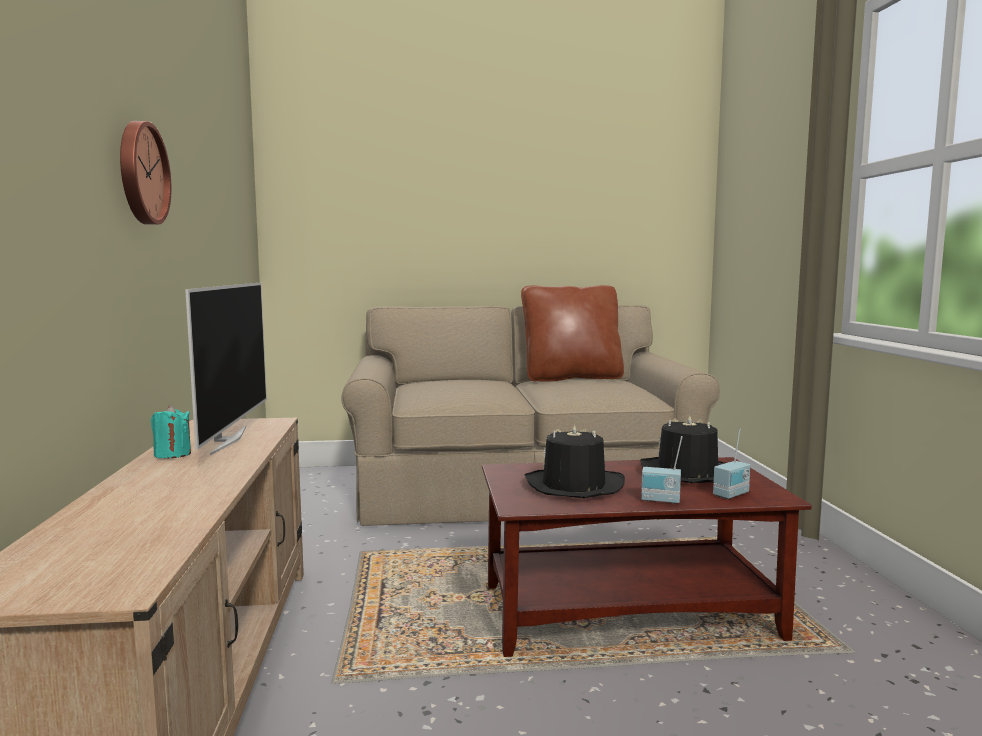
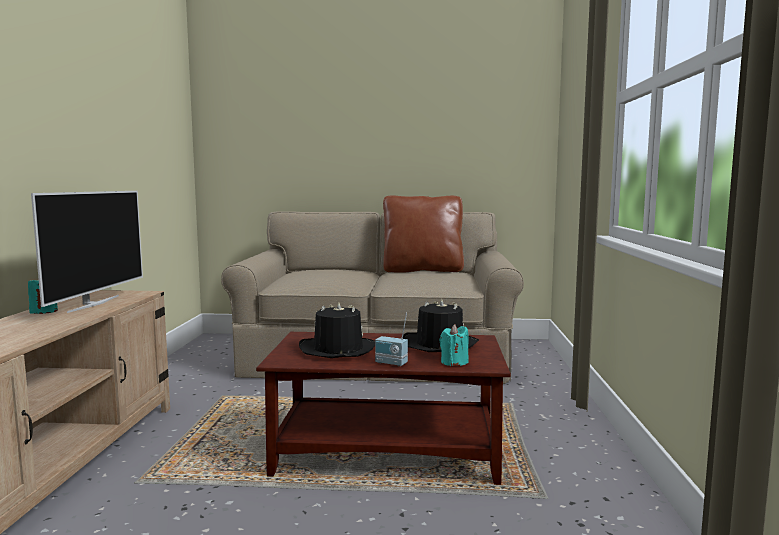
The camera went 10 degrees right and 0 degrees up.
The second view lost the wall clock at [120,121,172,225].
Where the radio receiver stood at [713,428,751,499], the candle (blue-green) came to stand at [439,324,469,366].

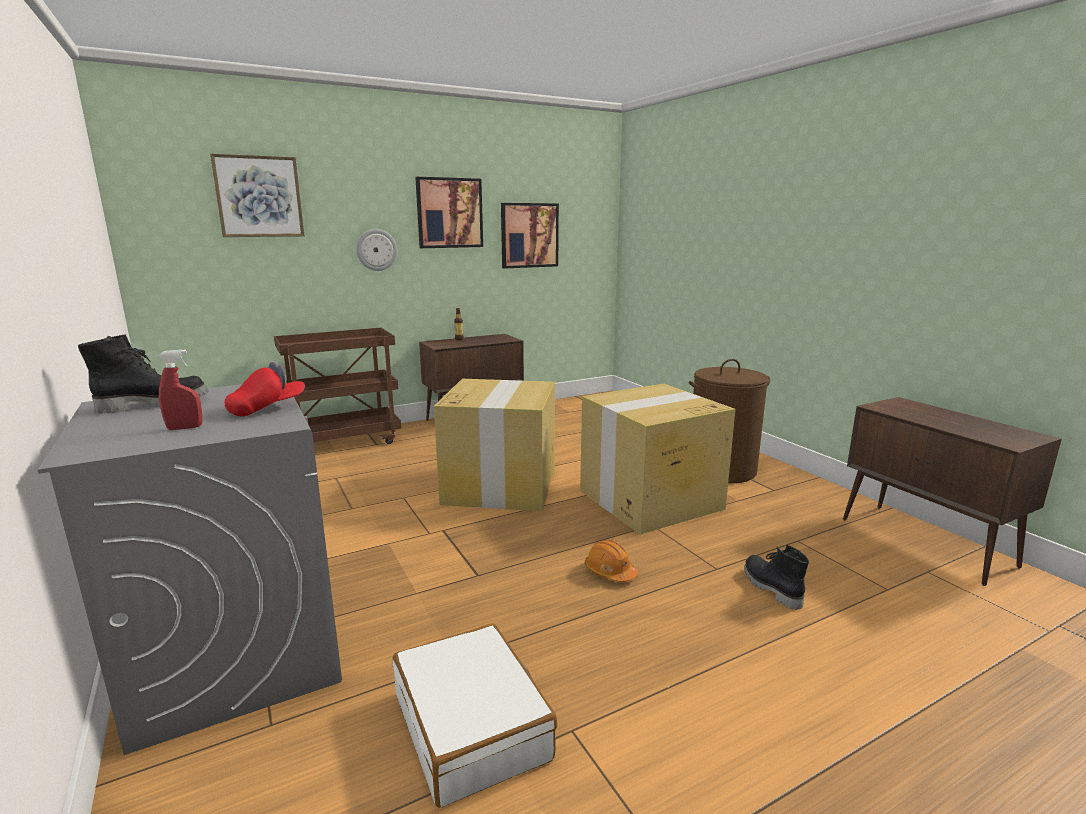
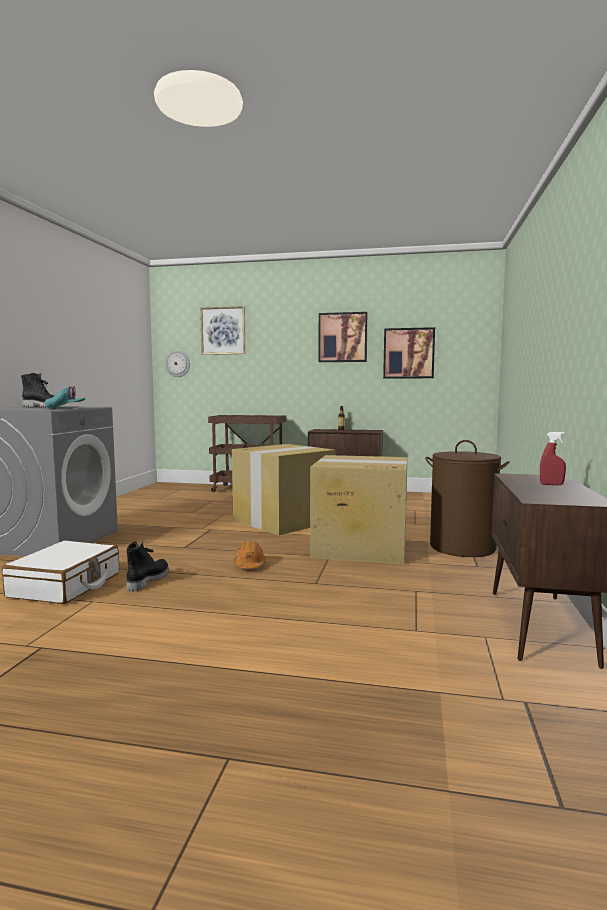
The camera went 40 degrees right and 10 degrees down.
The sprayer (red) ended up elsewhere, having gone from [158,350,202,430] to [540,432,566,485].
What was the cap (red) at [225,362,305,416] turned into the cap (blue-green) at [45,386,86,409].
The wall clock ended up elsewhere, having gone from [356,229,397,271] to [165,350,190,377].
The high-top boot (black) ended up elsewhere, having gone from [744,545,809,610] to [126,541,169,592].

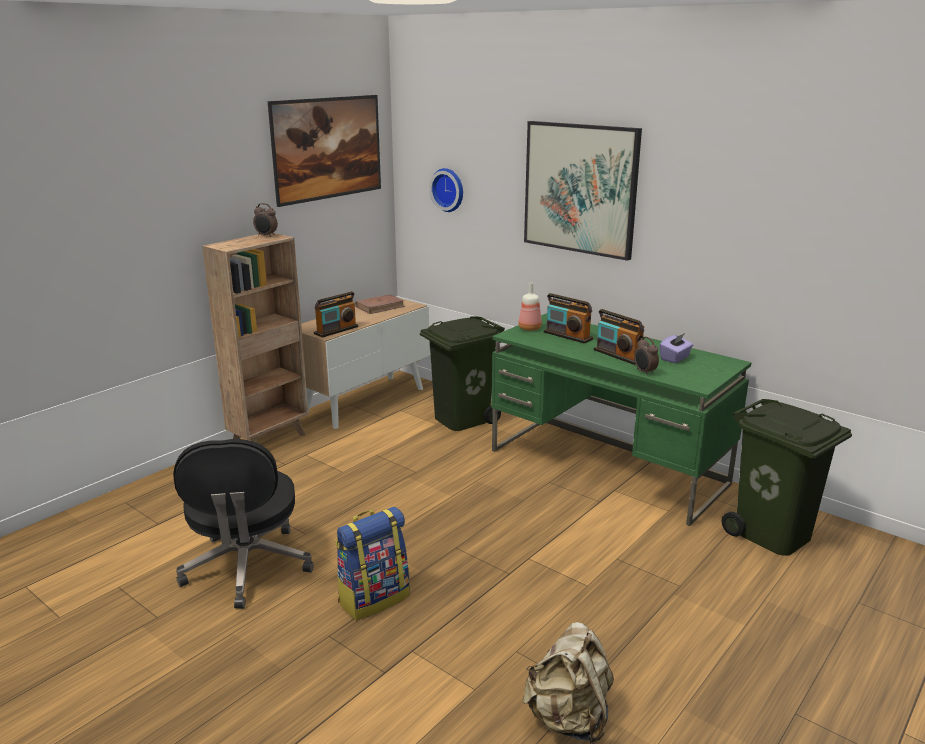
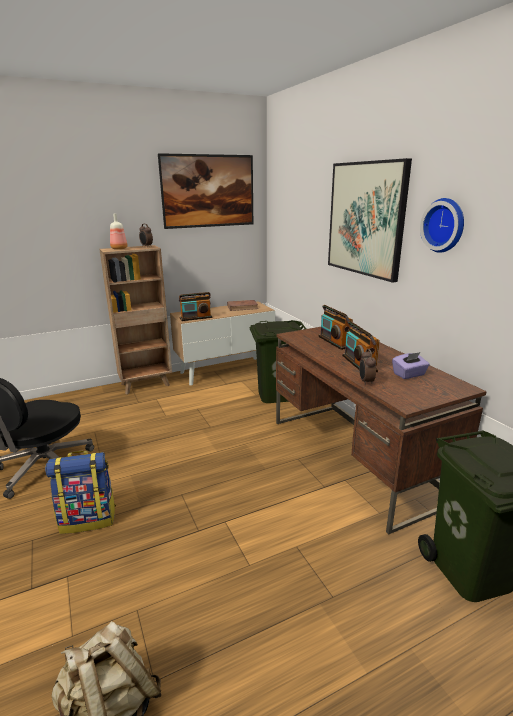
The camera went 25 degrees right and 0 degrees up.
The wall clock ended up elsewhere, having gone from [429,168,463,212] to [420,198,464,253].
What was the desk unit (greenish) at [492,313,752,526] turned into the desk unit (brown) at [276,327,487,535].
The beverage bottle ended up elsewhere, having gone from [519,282,542,331] to [110,213,128,250].

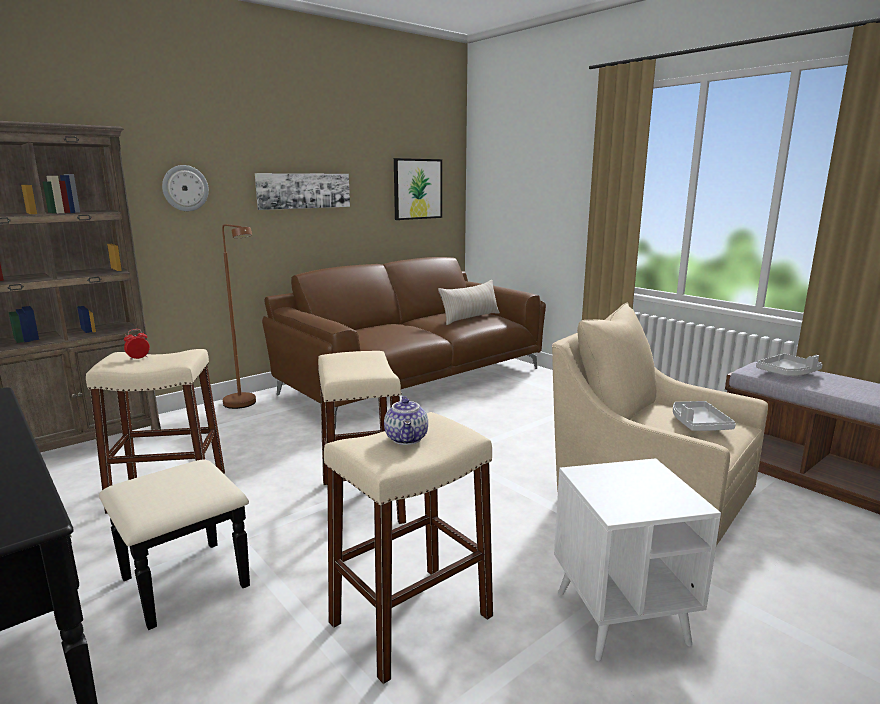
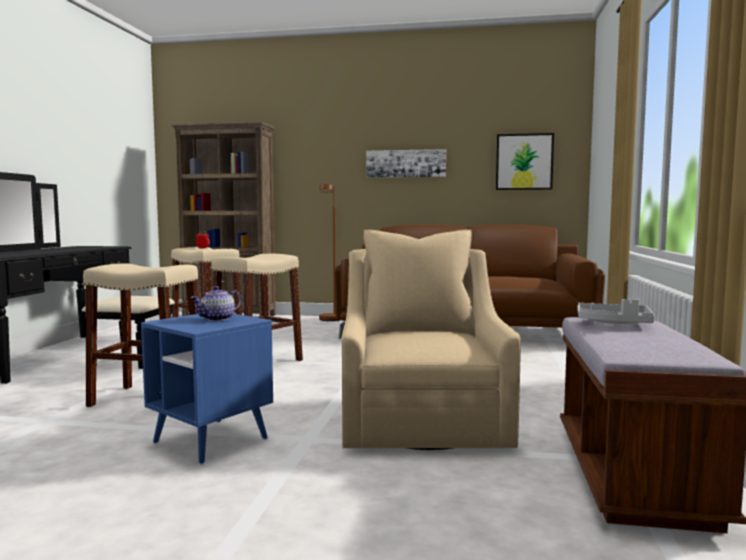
The camera went 50 degrees right and 10 degrees down.
The second view lost the wall clock at [162,165,209,211].
The pot for tea ended up elsewhere, having gone from [384,396,428,445] to [191,286,242,321].
The second view lost the pillow (beige) at [438,280,500,325].
What was the accent table (white) at [554,458,721,661] turned into the accent table (blue-coloured) at [141,314,273,464].
The second view lost the carrying tray (greyish) at [673,401,736,431].

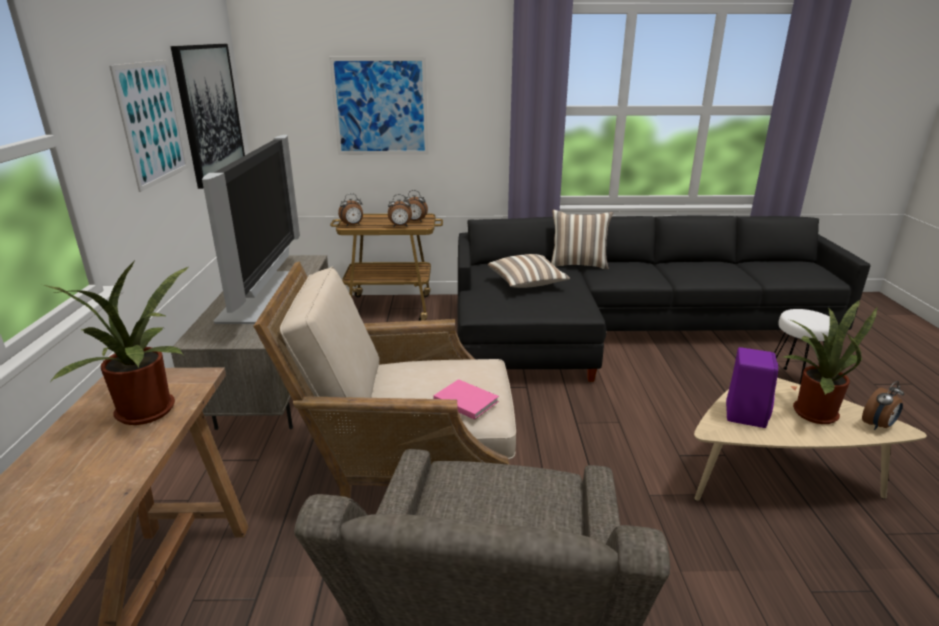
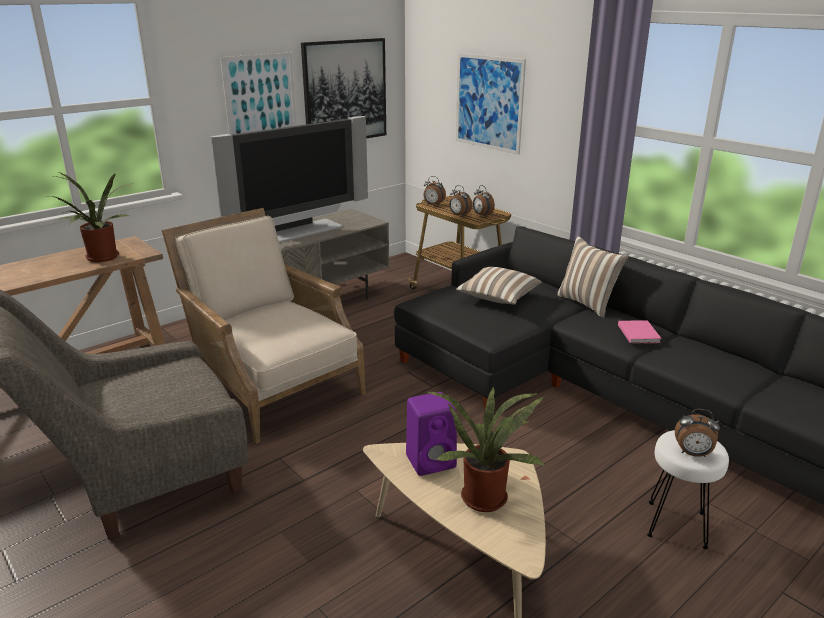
The camera went 50 degrees right and 0 degrees up.
The volume (pink) ended up elsewhere, having gone from [434,379,499,420] to [618,320,662,344].
The alarm clock ended up elsewhere, having gone from [862,381,904,430] to [675,409,720,457].

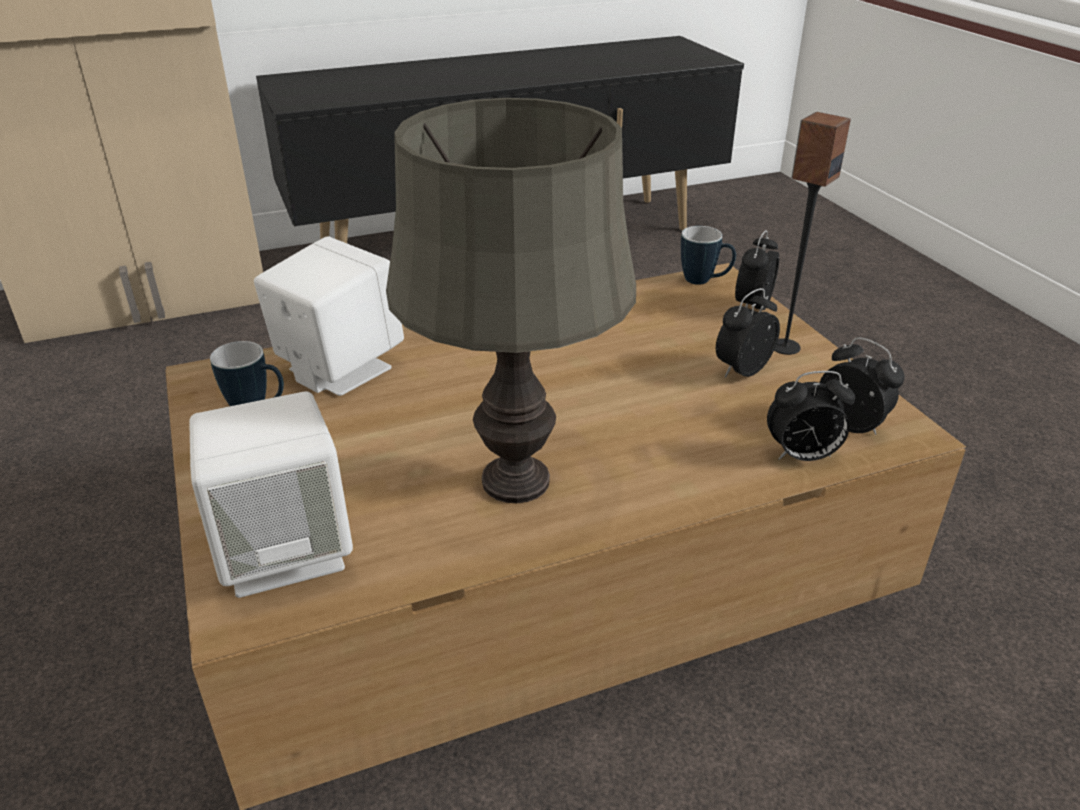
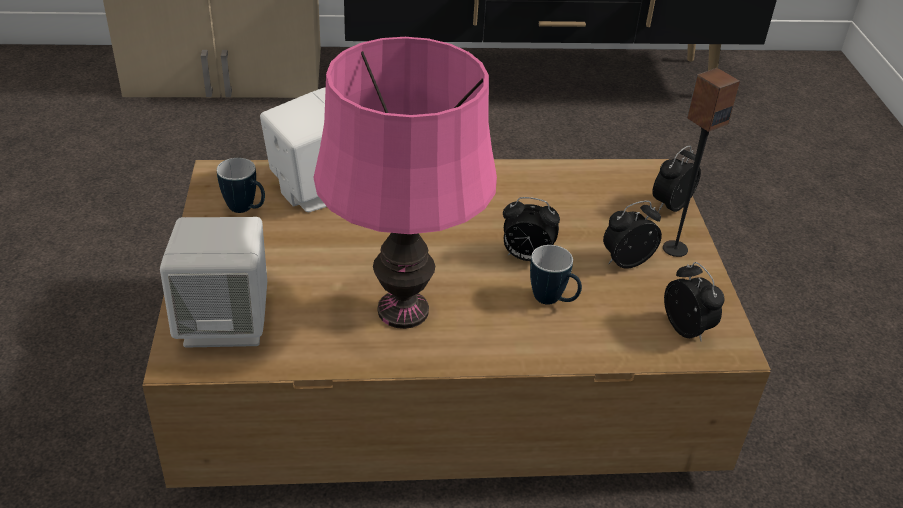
The camera went 15 degrees right and 5 degrees up.
What was the lamp for a table (greyish) at [386,98,636,503] turned into the lamp for a table (pink) at [313,37,497,329].
The coffee mug ended up elsewhere, having gone from [681,226,736,285] to [530,245,582,305].
The alarm clock ended up elsewhere, having gone from [767,371,855,461] to [503,197,560,261].

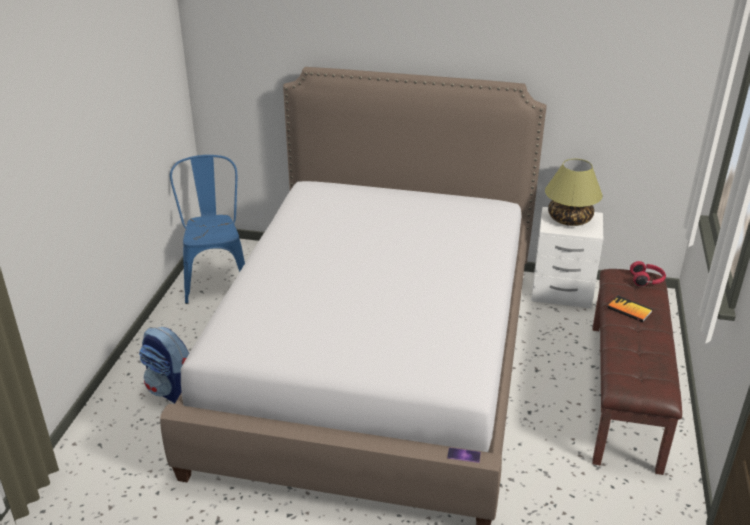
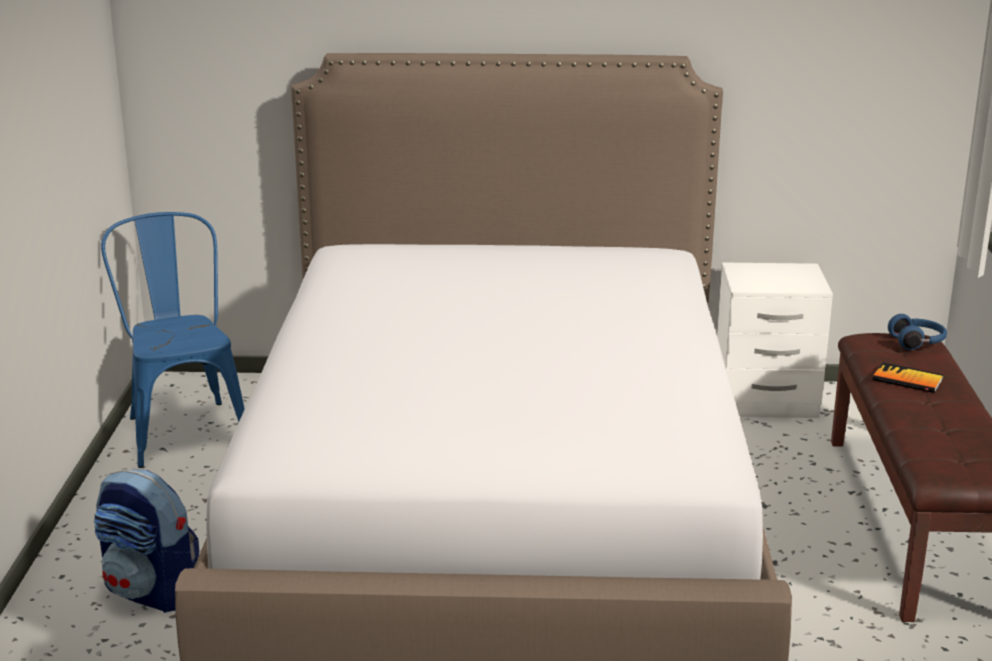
The camera went 10 degrees left and 10 degrees down.
The second view lost the handset at [447,447,481,463].
The second view lost the lamp for a table at [545,159,603,226].
What was the headset (red) at [630,261,666,286] turned into the headset (blue-coloured) at [888,314,947,350].

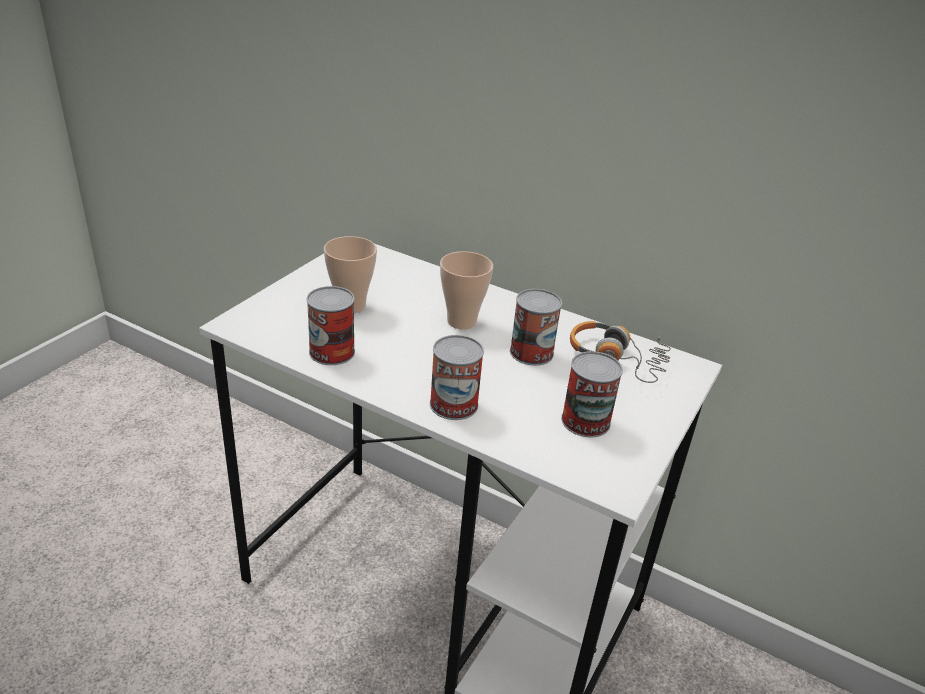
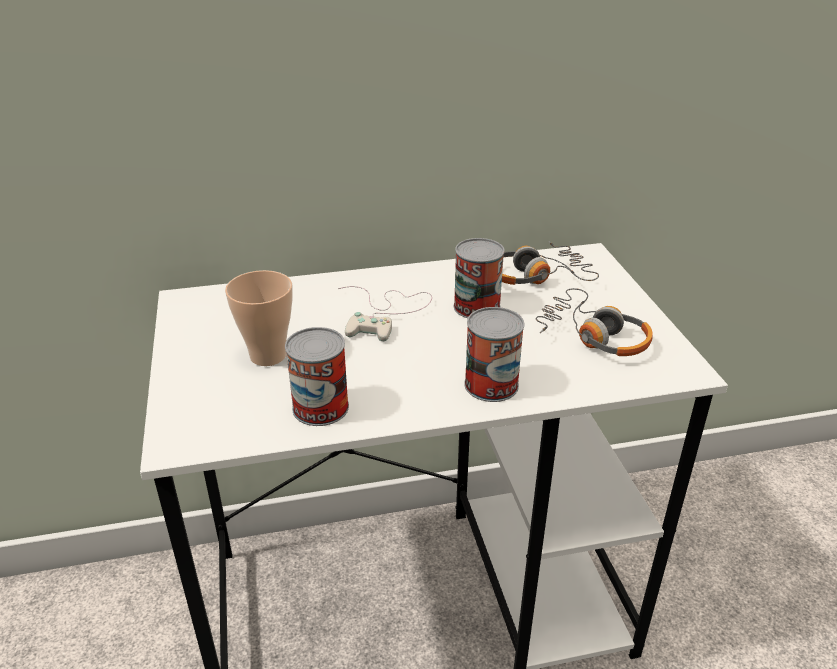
The camera went 40 degrees left and 0 degrees up.
Where the small cup stood at [440,251,493,330], the game controller (white) came to stand at [338,286,432,341].
Where the sealed can stood at [561,351,623,437], the headset came to stand at [536,288,653,356].

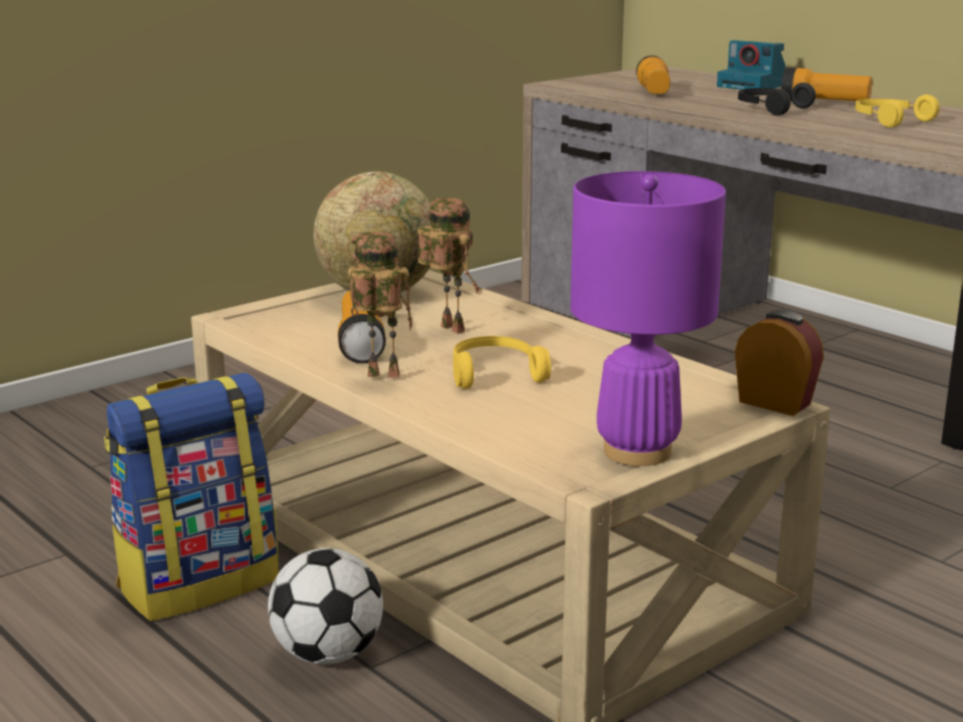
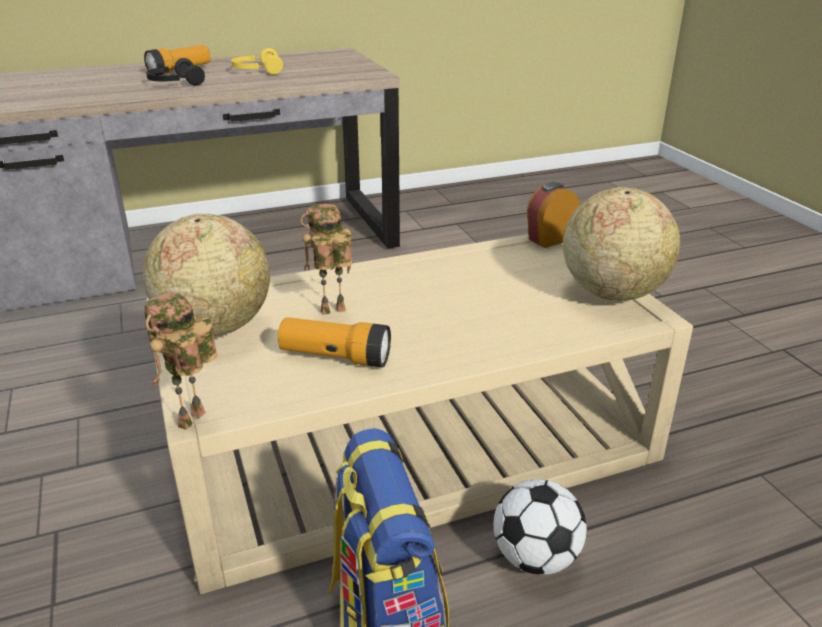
The camera went 70 degrees left and 10 degrees up.
The toy robot ended up elsewhere, having gone from [346,232,412,378] to [145,292,218,430].
The second view lost the headset (yellow) at [453,336,551,389].
Where the lamp for a table (purple) stood at [570,171,726,466], the globe came to stand at [563,187,680,301].
The second view lost the flashlight at [636,55,670,94].
The second view lost the photo camera at [717,40,785,90].

